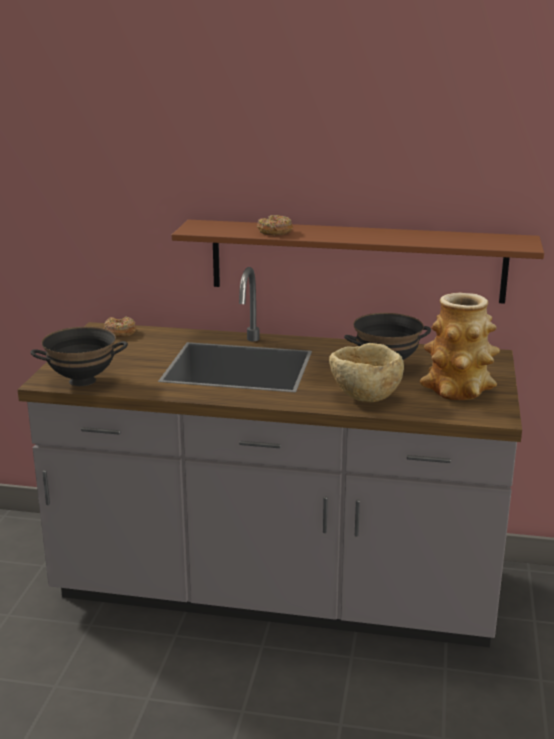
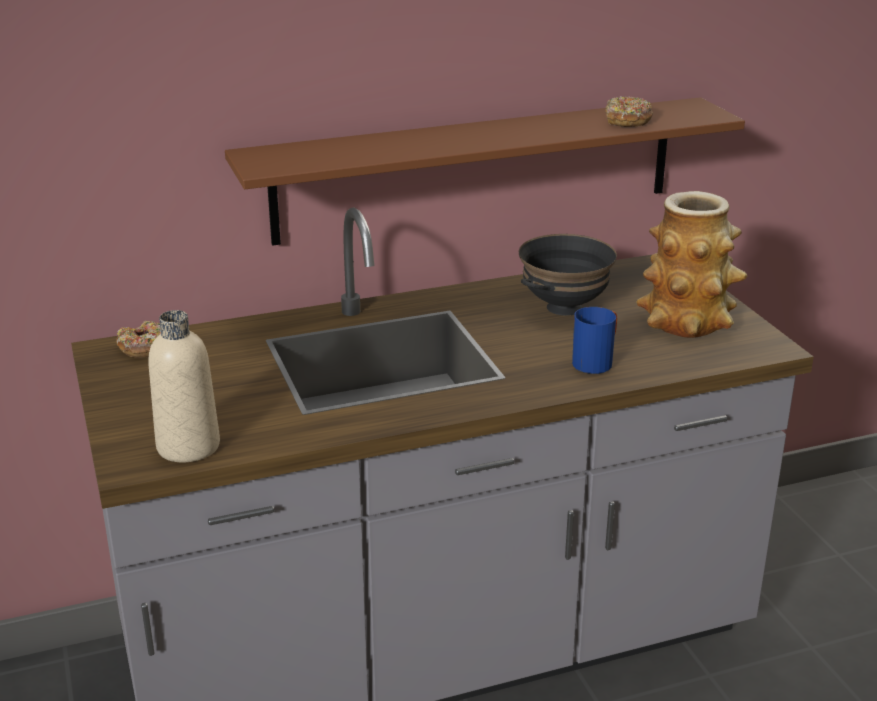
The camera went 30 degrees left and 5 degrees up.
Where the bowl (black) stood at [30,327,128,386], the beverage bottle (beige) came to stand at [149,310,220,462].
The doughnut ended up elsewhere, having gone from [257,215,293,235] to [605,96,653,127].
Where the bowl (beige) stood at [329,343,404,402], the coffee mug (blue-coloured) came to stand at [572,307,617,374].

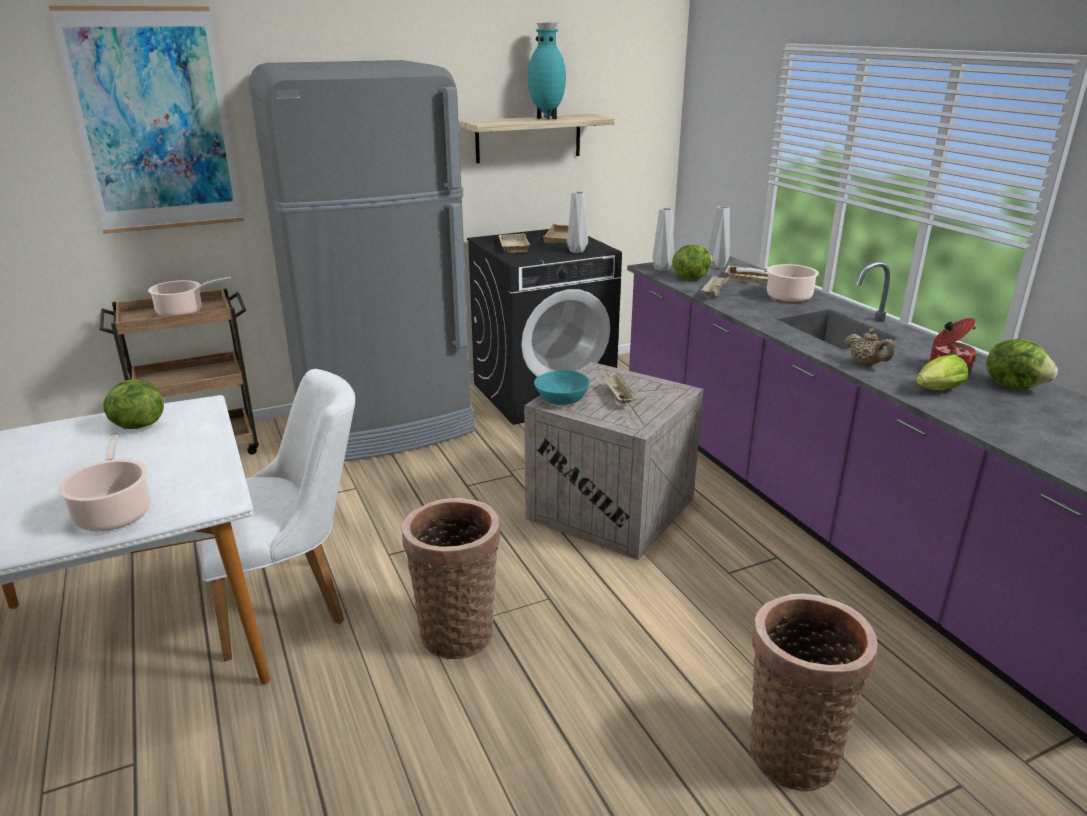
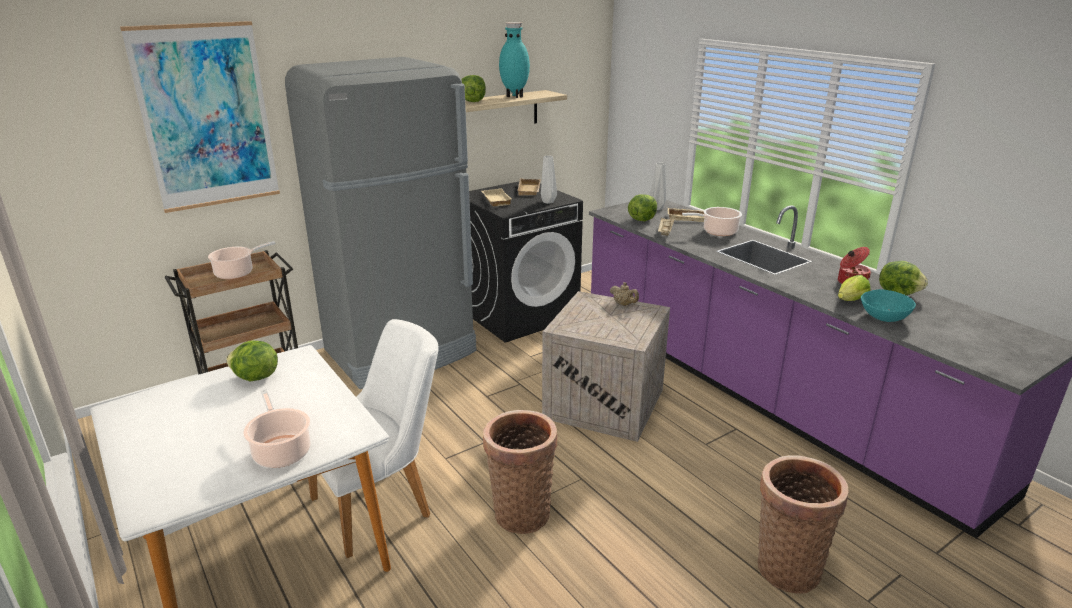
The camera went 10 degrees left and 0 degrees up.
The bowl (blue-green) ended up elsewhere, having gone from [534,370,589,405] to [861,289,916,322].
The second view lost the carrying tray (beige) at [602,373,637,403].
The second view lost the flower vase (greyish) at [652,208,674,271].
The pot for tea (beige) ended up elsewhere, having gone from [844,328,894,365] to [610,282,639,306].
The second view gained the lettuce at [461,75,486,102].

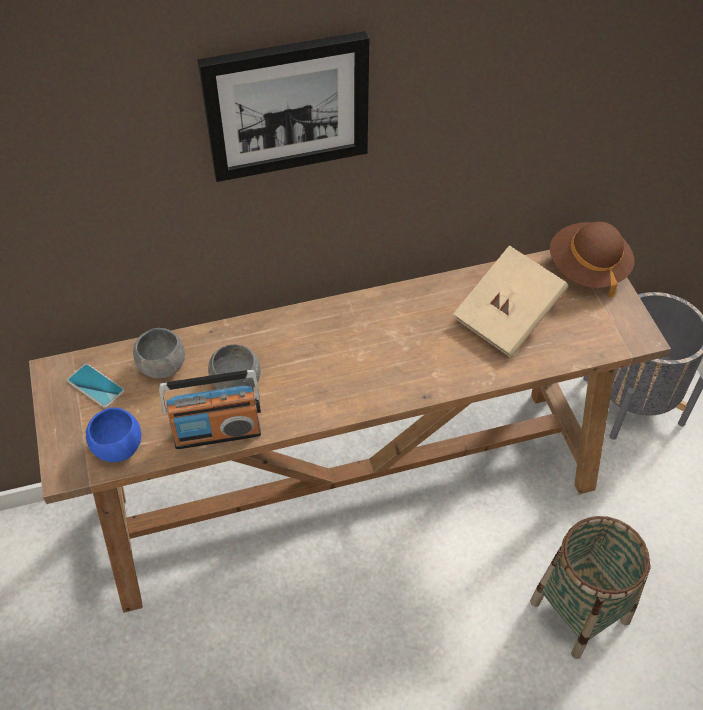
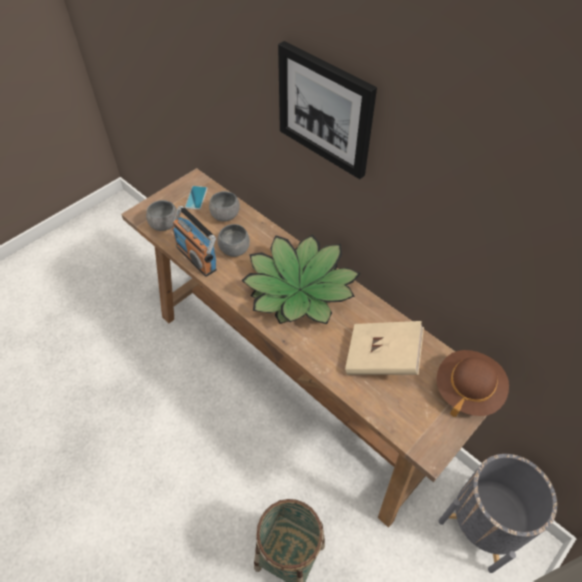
The camera went 60 degrees right and 0 degrees up.
What was the bowl (blue-coloured) at [86,408,141,462] turned into the bowl (greyish) at [146,200,177,231].
The second view gained the plant in a pot at [241,235,361,324].

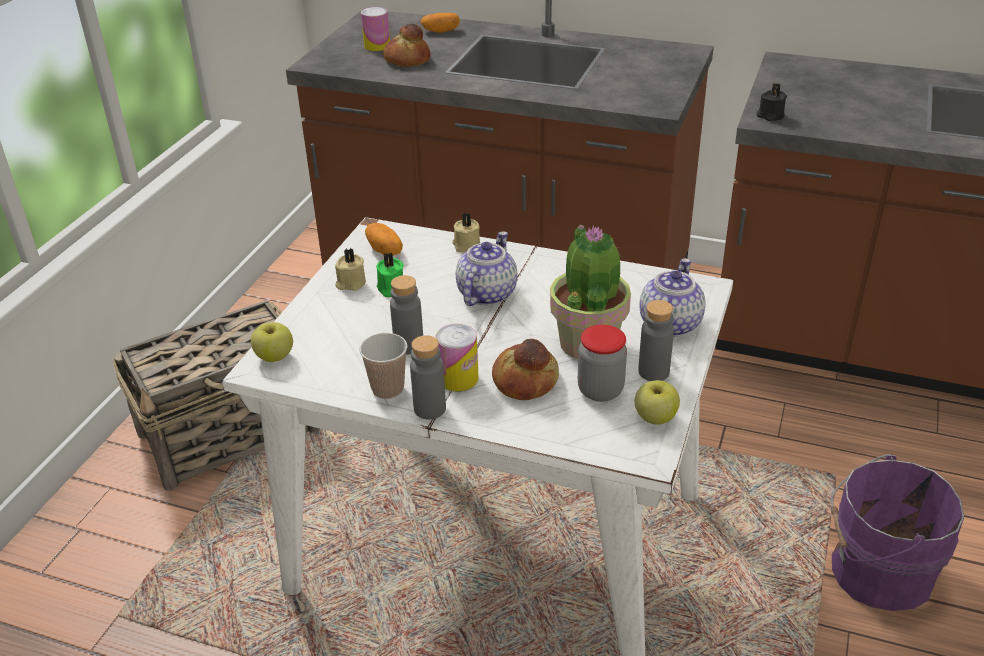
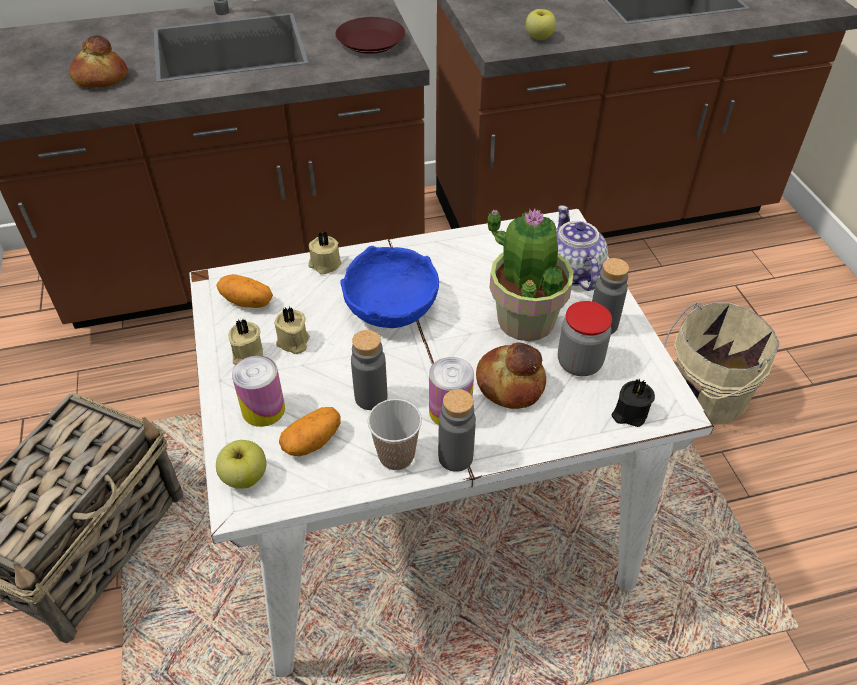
The camera went 35 degrees left and 10 degrees up.
The sealed can ended up elsewhere, having gone from [361,7,390,51] to [232,355,285,427].
What was the candle (greenish) at [376,253,404,297] turned into the candle (beige) at [274,307,310,354].
The whole potato ended up elsewhere, having gone from [421,13,460,33] to [279,407,341,456].
Where the pot for tea stood at [456,231,517,306], the bowl (blue-coloured) came to stand at [340,246,439,328].
The apple fruit ended up elsewhere, having gone from [635,380,680,425] to [526,9,556,40].
The candle (black) ended up elsewhere, having gone from [757,83,787,121] to [612,379,655,427].
What was the pail (purple) at [831,454,964,611] turned into the pail (beige) at [664,302,779,424].
The second view gained the flat dish (brown) at [335,17,405,54].

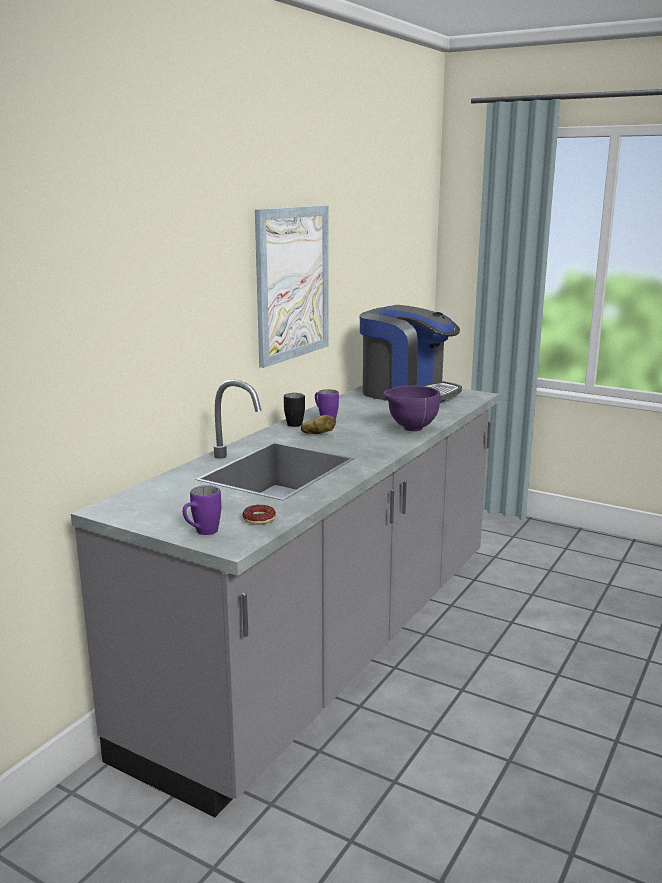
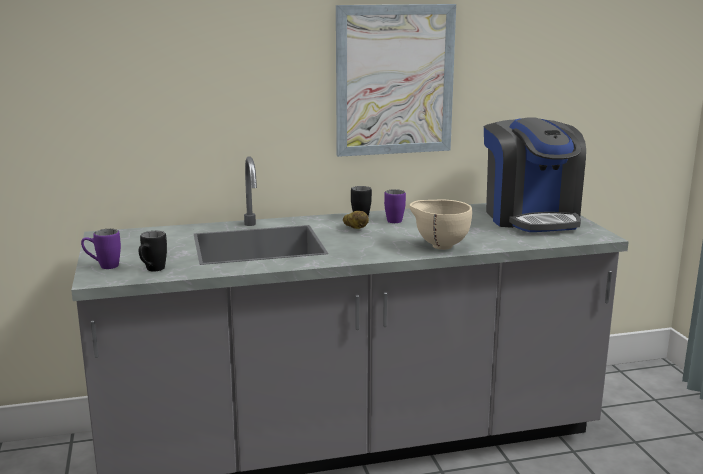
The camera went 45 degrees right and 0 degrees up.
Where the doughnut stood at [242,505,276,525], the coffee mug (black) came to stand at [139,231,167,271].
What was the bowl (purple) at [383,385,440,431] turned into the bowl (beige) at [409,200,472,250].

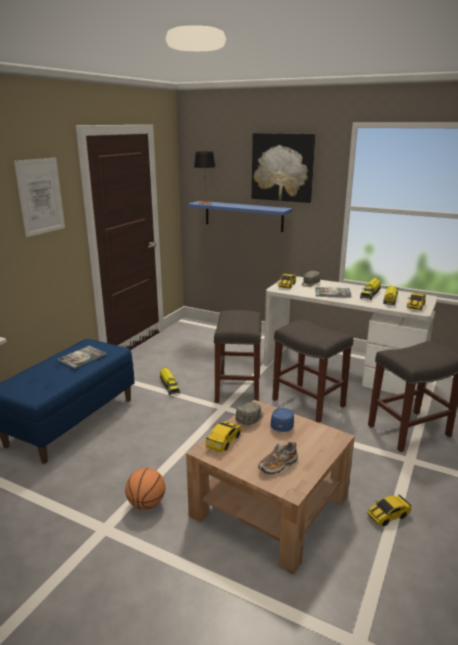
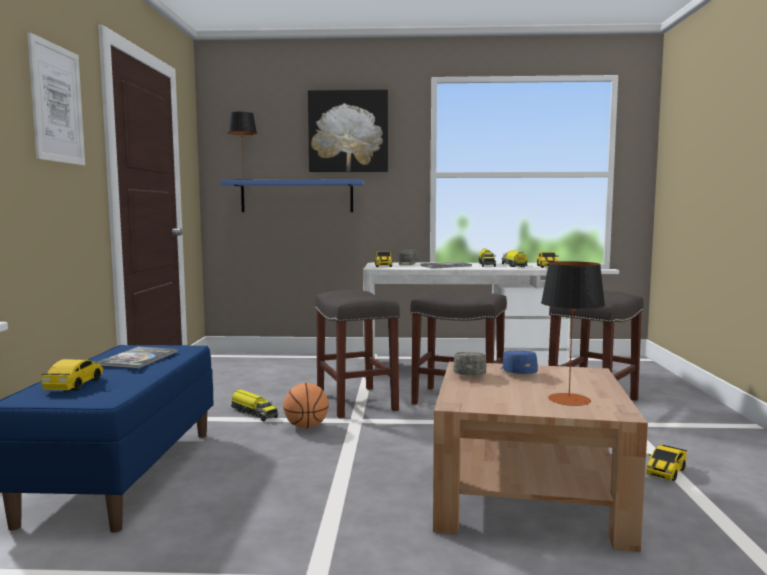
The camera went 25 degrees left and 15 degrees down.
The ball for basketball ended up elsewhere, having gone from [125,468,166,510] to [283,383,329,429].
The miniature car ended up elsewhere, having gone from [205,421,242,453] to [41,359,103,390].
Where the shoe stood at [258,442,298,475], the lamp for a table came to stand at [541,261,605,406].

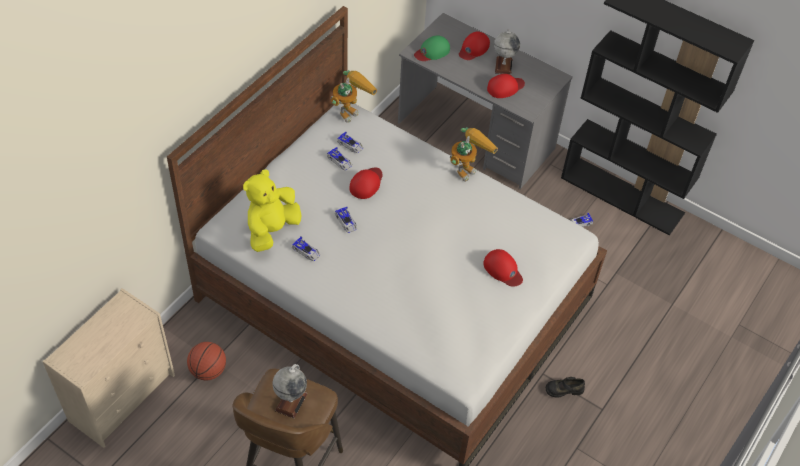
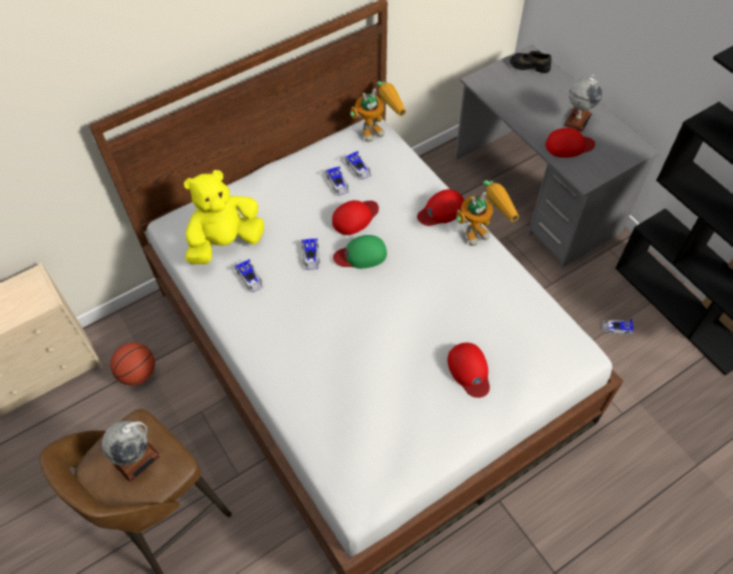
The camera went 25 degrees right and 5 degrees up.
The cap (greenish) ended up elsewhere, having gone from [414,35,450,61] to [333,235,387,269].
The cap (red) ended up elsewhere, having gone from [459,31,490,60] to [417,189,464,226].
The shoe (black) ended up elsewhere, having gone from [546,377,585,398] to [510,51,551,73].

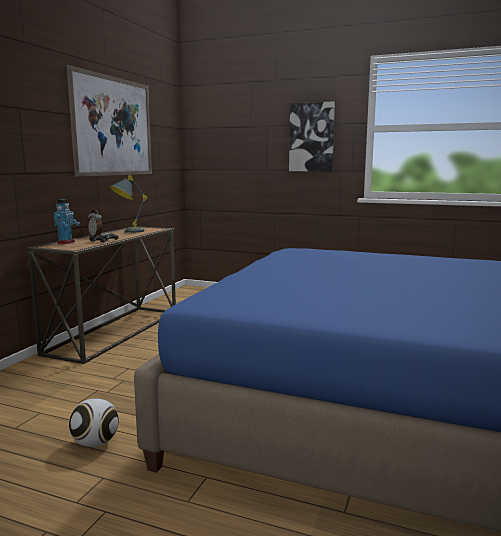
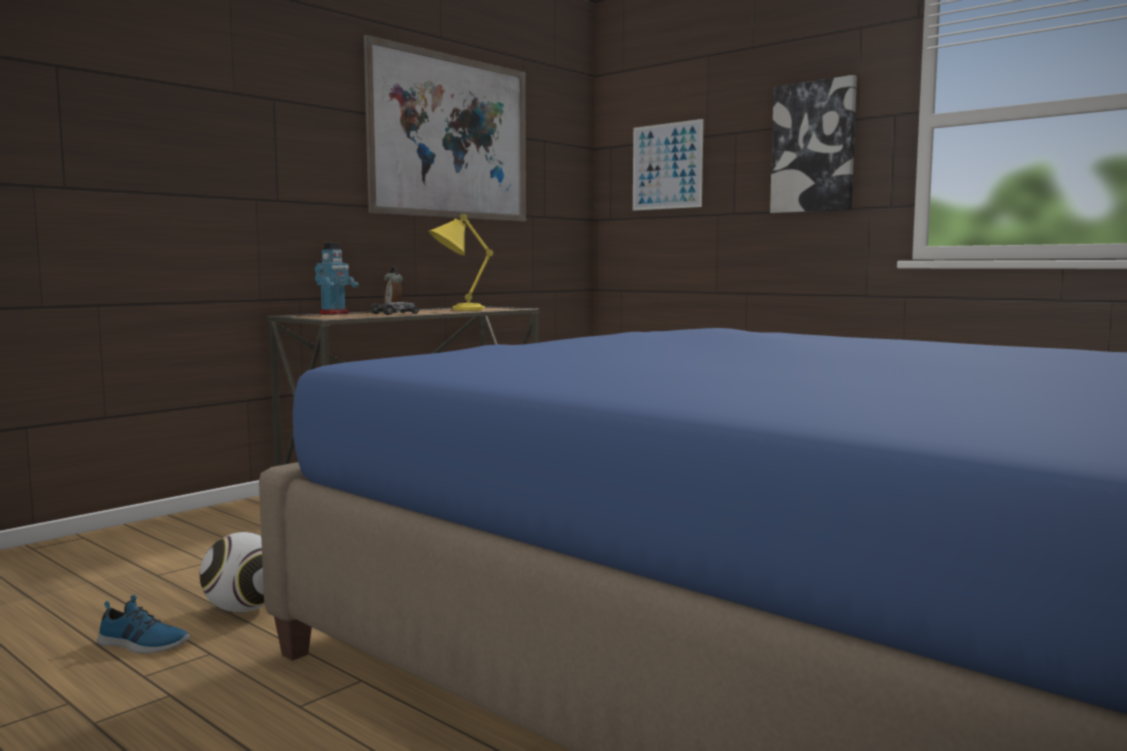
The camera went 20 degrees right and 5 degrees down.
What was the lamp for a table (greyish) at [110,175,147,233] turned into the lamp for a table (yellow) at [428,214,493,311].
The second view gained the shoe at [97,595,190,653].
The second view gained the picture at [633,119,704,211].

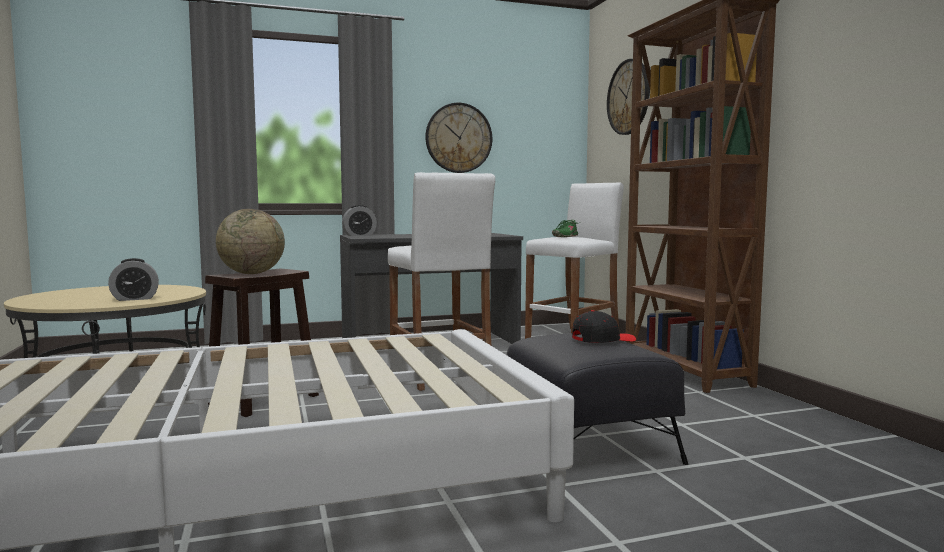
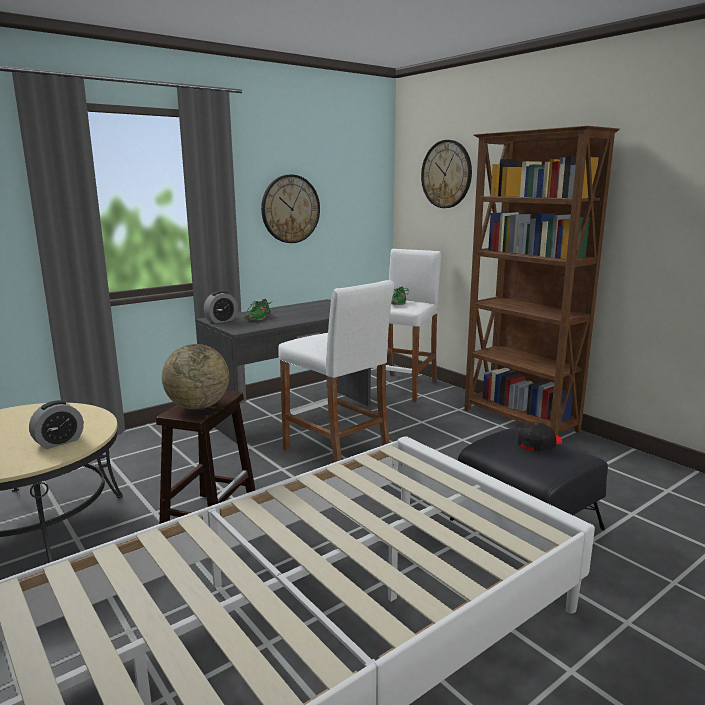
The camera went 20 degrees left and 10 degrees up.
The second view gained the shoe (greenish) at [245,299,271,320].

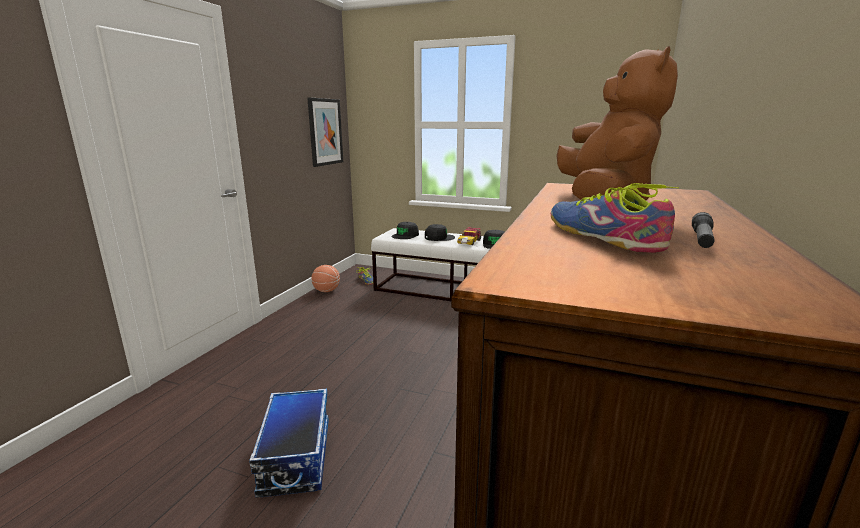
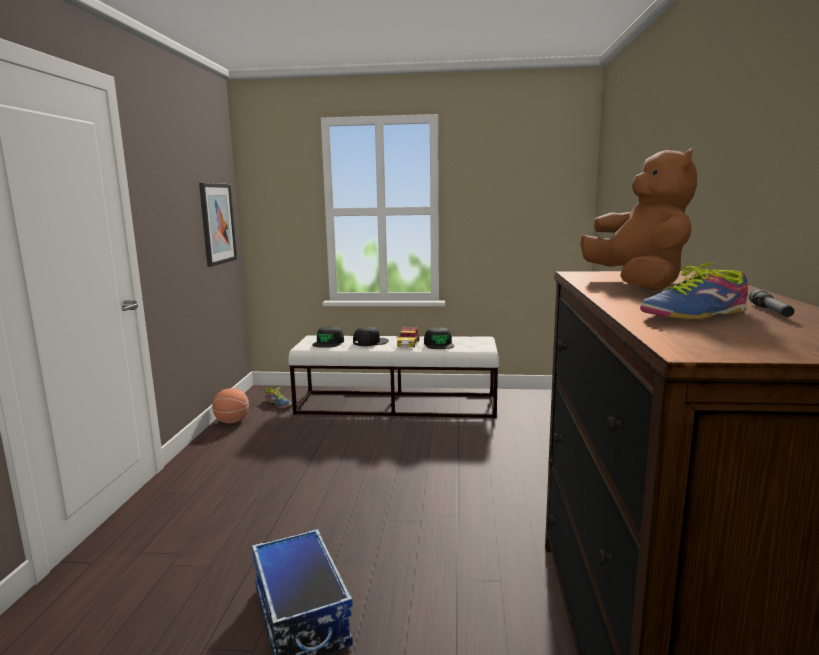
The camera went 15 degrees left and 5 degrees down.
The shoe at [551,183,679,253] ended up facing another way, 75 degrees counterclockwise from before.

